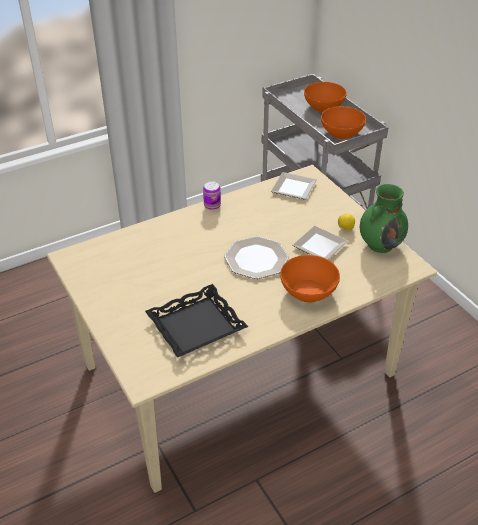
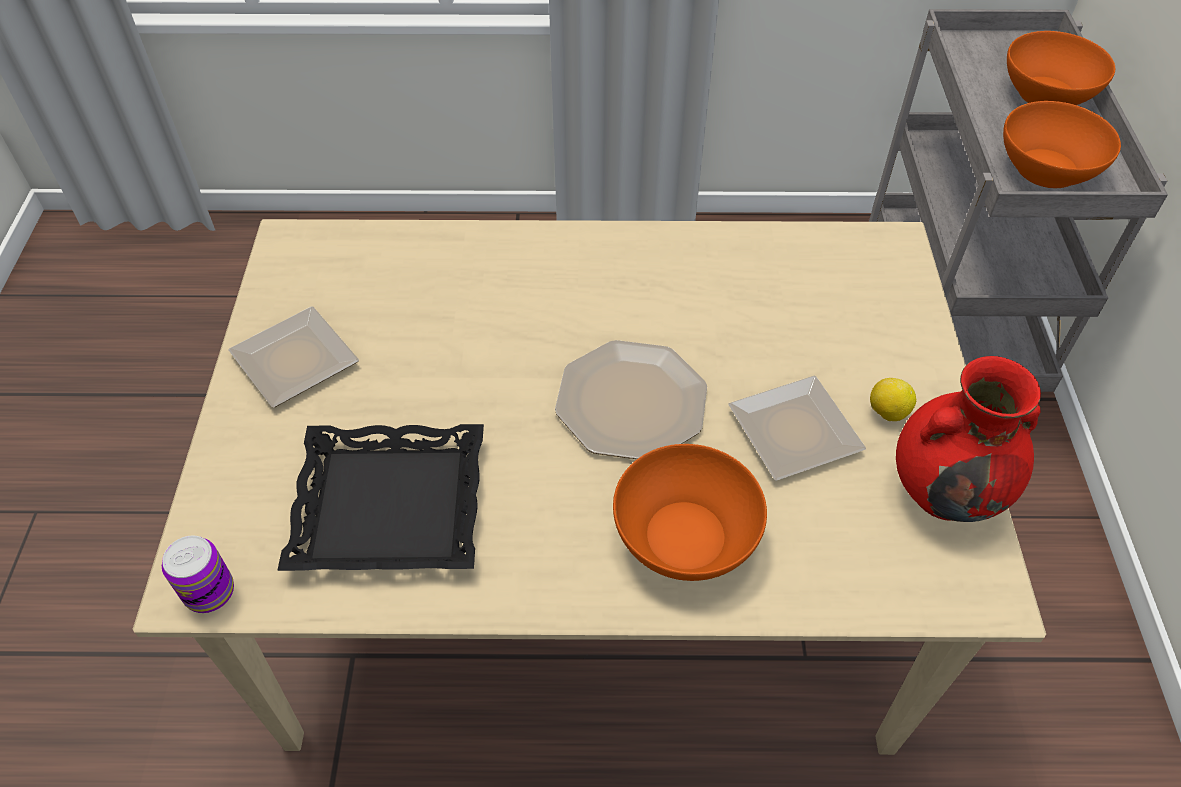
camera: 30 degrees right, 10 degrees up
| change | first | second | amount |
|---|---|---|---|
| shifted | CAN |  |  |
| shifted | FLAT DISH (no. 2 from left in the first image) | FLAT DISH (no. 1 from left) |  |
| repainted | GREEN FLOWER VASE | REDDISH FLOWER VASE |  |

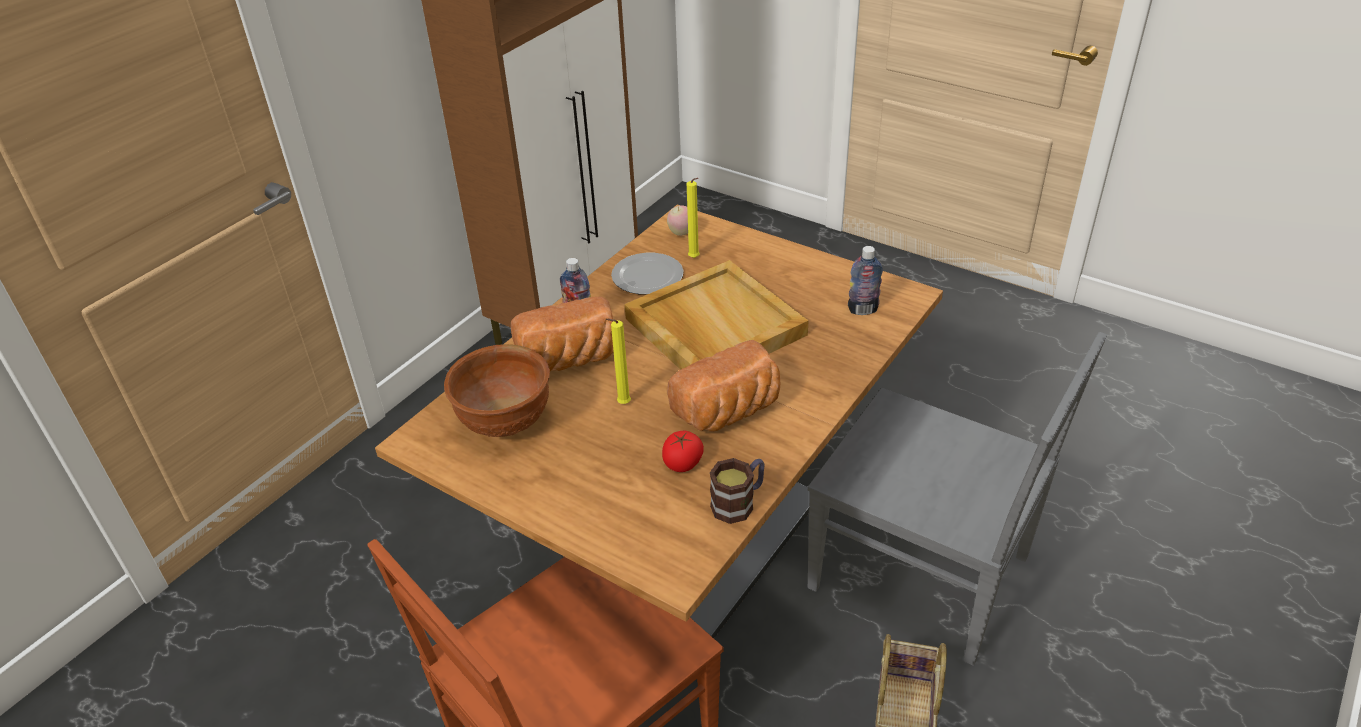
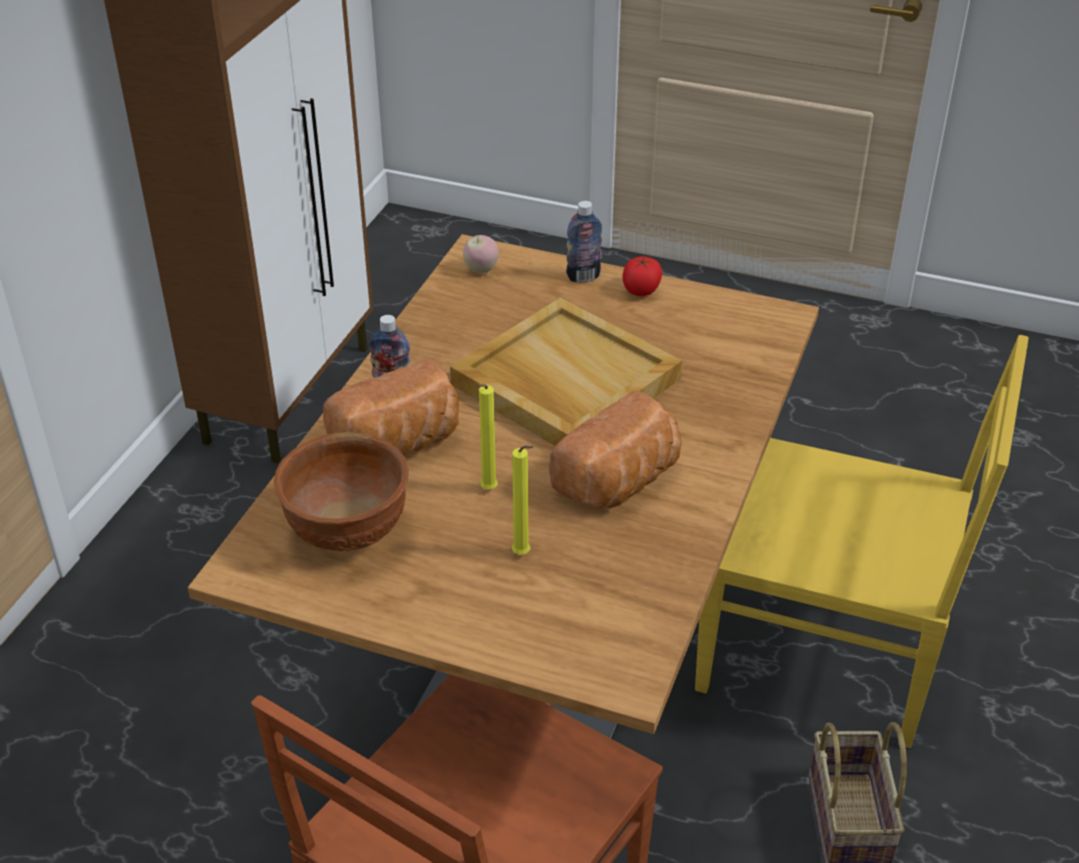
camera: 15 degrees left, 0 degrees up
| change | first | second | amount |
|---|---|---|---|
| gone | FLAT DISH |  |  |
| shifted | TOMATO |  |  |
| shifted | YELLOW-COLOURED CANDLE (no. 2 from left) |  |  |
| gone | MUG |  |  |
| repainted | GREYISH CHAIR | YELLOW-COLOURED CHAIR |  |
| shifted | DRINK BOTTLE (no. 2 from left) |  |  |

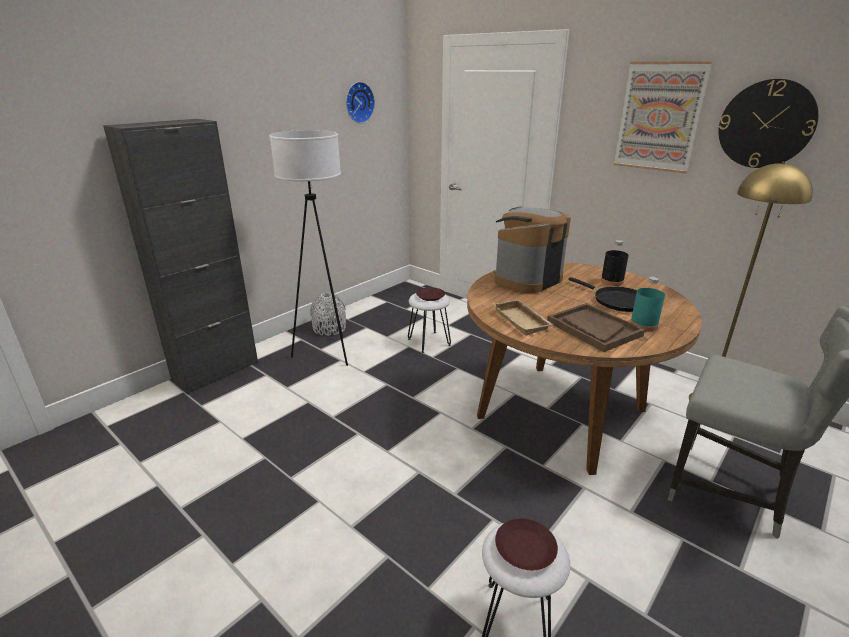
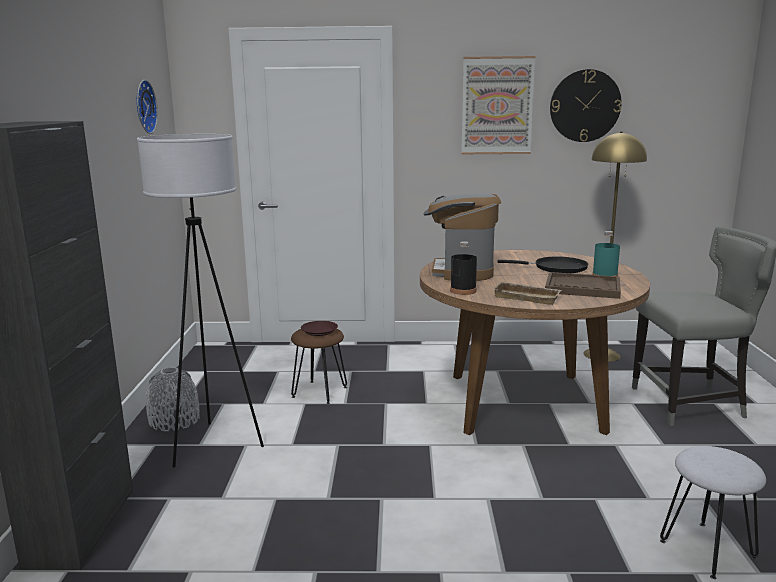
camera: 40 degrees left, 10 degrees down
| change | first | second | amount |
|---|---|---|---|
| repainted | WHITISH STOOL (no. 1 from left) | BROWN STOOL |  |
| gone | BROWN FLAT DISH (no. 2 from left) |  |  |
| shifted | BLACK DRINK BOTTLE |  |  |

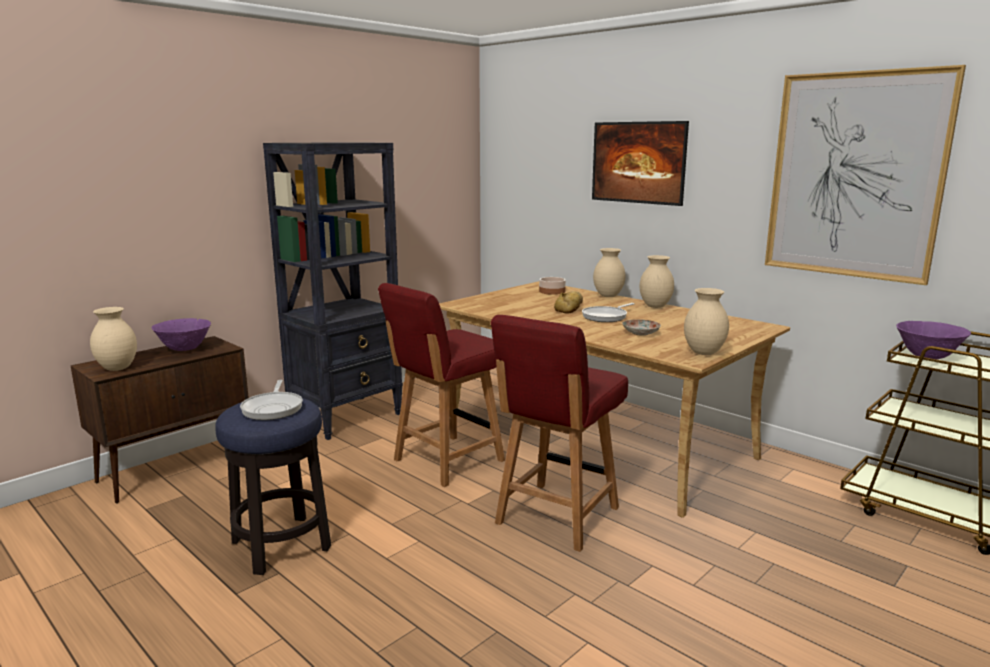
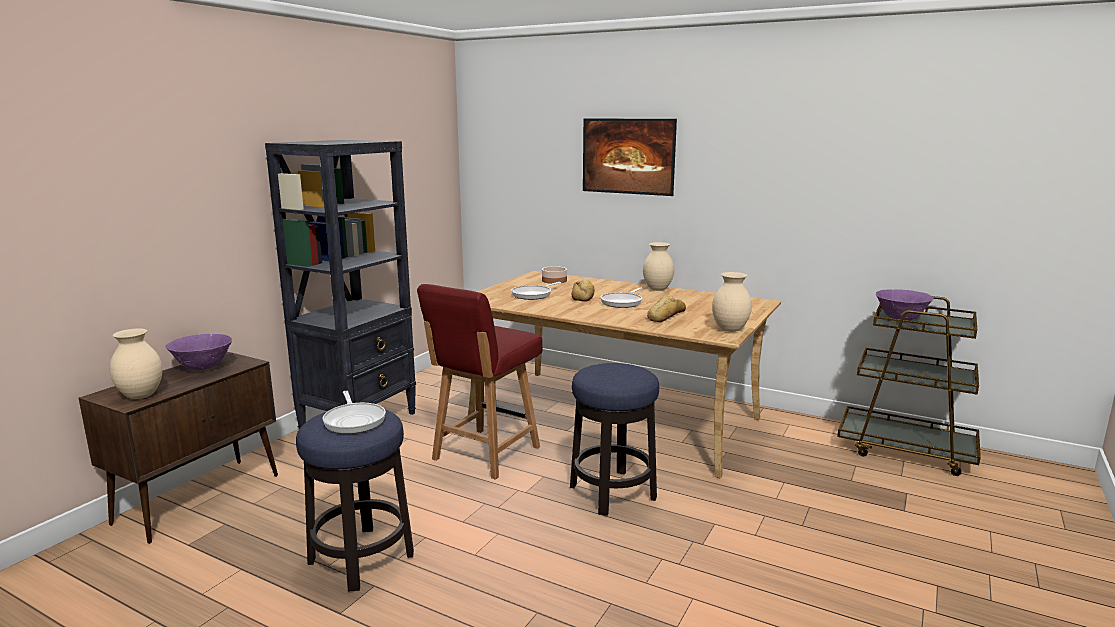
camera: 15 degrees left, 0 degrees up
| change | first | second | amount |
|---|---|---|---|
| swapped | REDDISH CHAIR (no. 2 from left) | STOOL (no. 2 from left) |  |
| gone | SAND-COLOURED FLOWER VASE (no. 2 from left) |  |  |
| swapped | FLAT DISH | BAKERY BREAD (no. 2 from left) |  |
| gone | PICTURE (no. 2 from left) |  |  |
| new |  | SKILLET (no. 2 from left) |  |

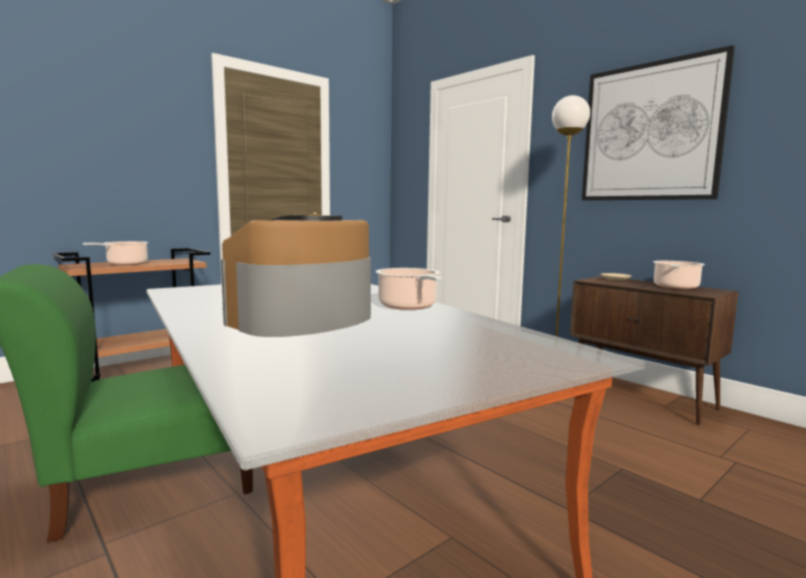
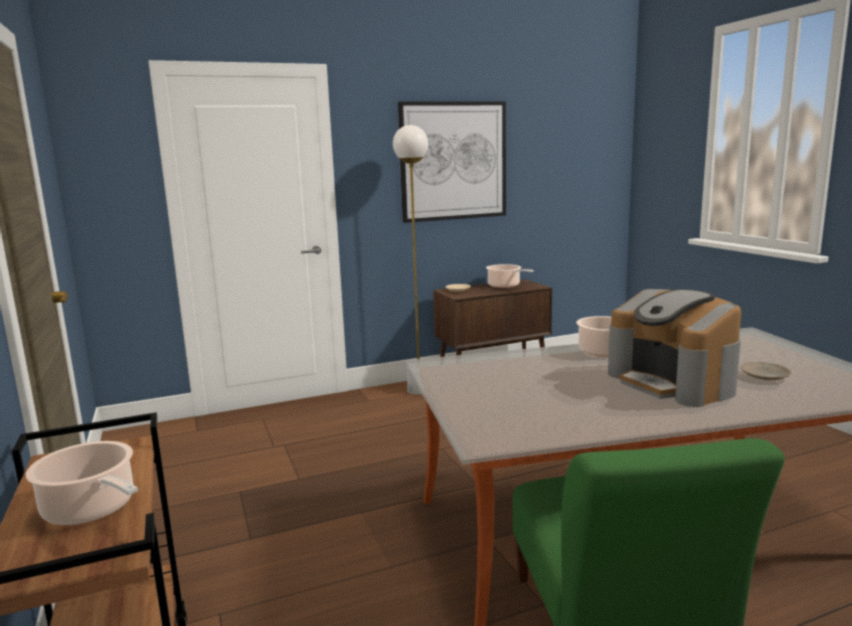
camera: 70 degrees left, 5 degrees up
| change | first | second | amount |
|---|---|---|---|
| new |  | SAND-COLOURED FLAT DISH (no. 2 from left) |  |

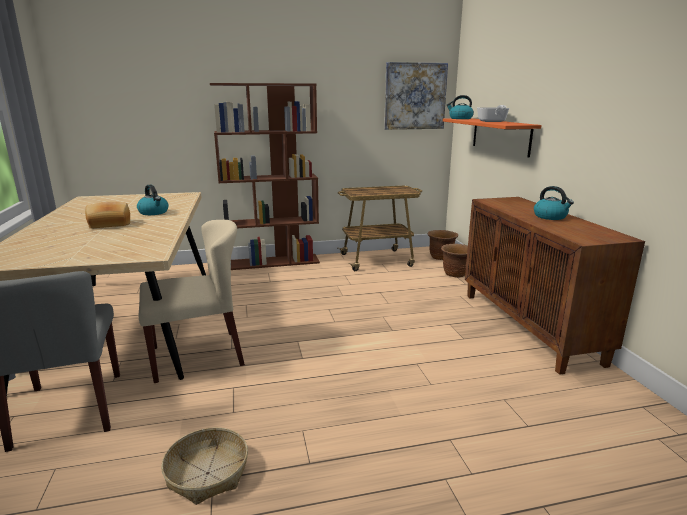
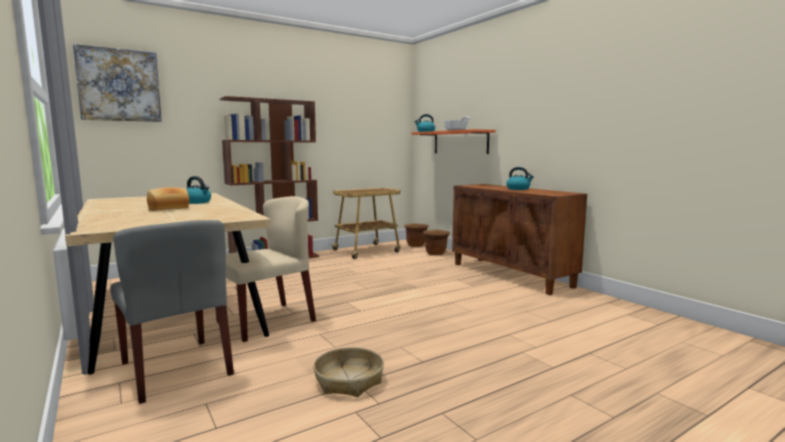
camera: 20 degrees left, 10 degrees down
| change | first | second | amount |
|---|---|---|---|
| shifted | PICTURE |  |  |

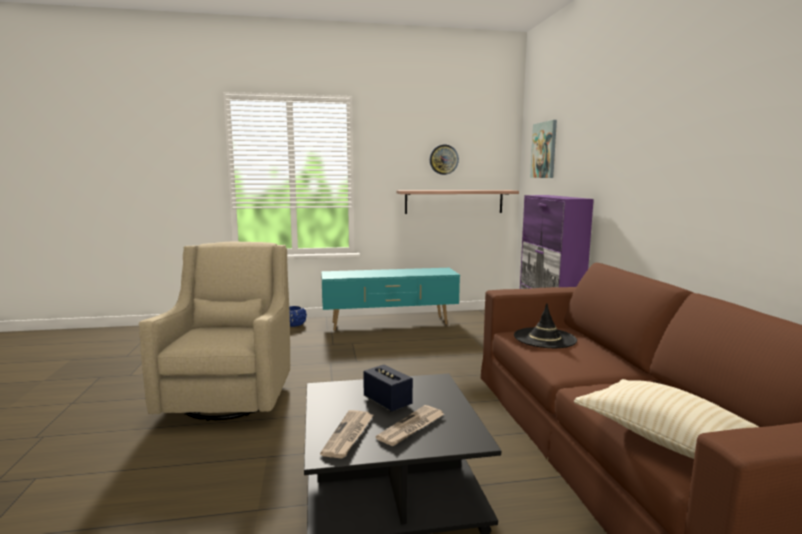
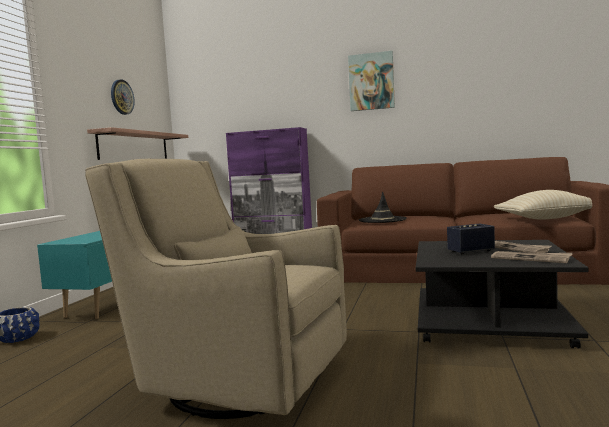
camera: 65 degrees left, 5 degrees down
| change | first | second | amount |
|---|---|---|---|
| shifted | PICTURE |  |  |

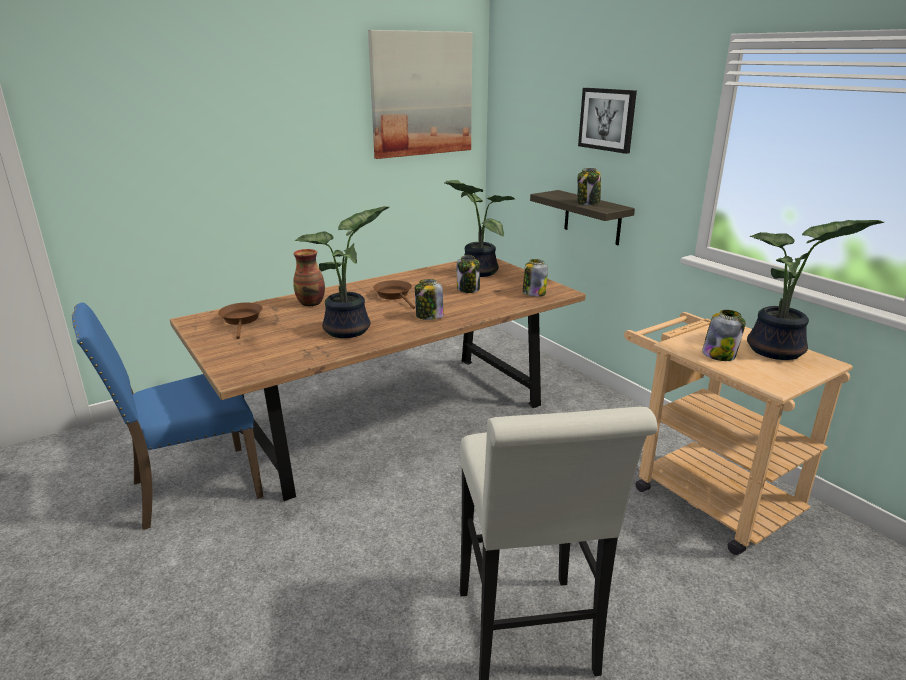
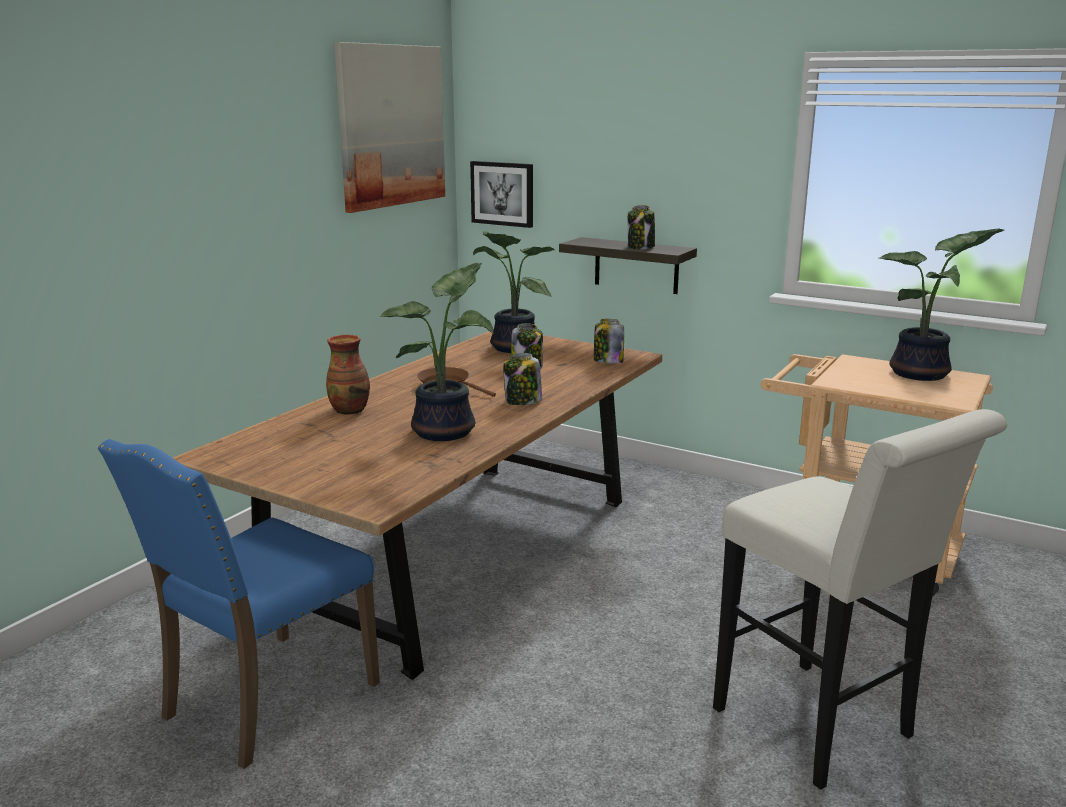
camera: 25 degrees left, 5 degrees down
| change | first | second | amount |
|---|---|---|---|
| gone | BROWN SKILLET (no. 1 from left) |  |  |
| shifted | PICTURE (no. 2 from left) |  |  |
| gone | PRESERVE JAR (no. 5 from left) |  |  |

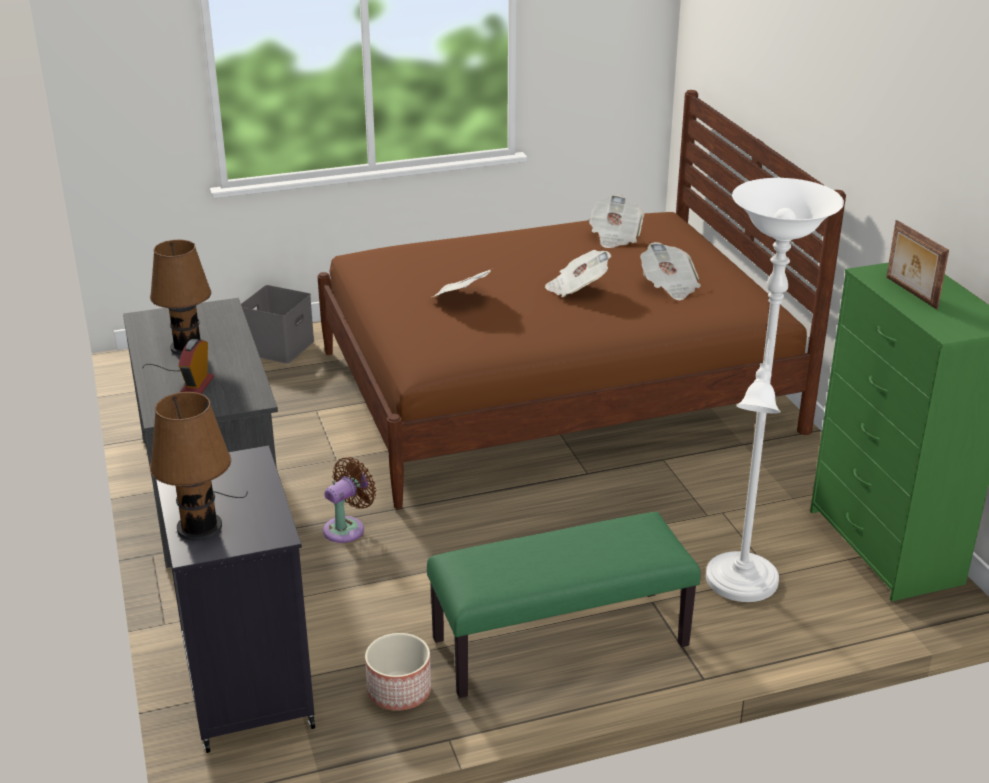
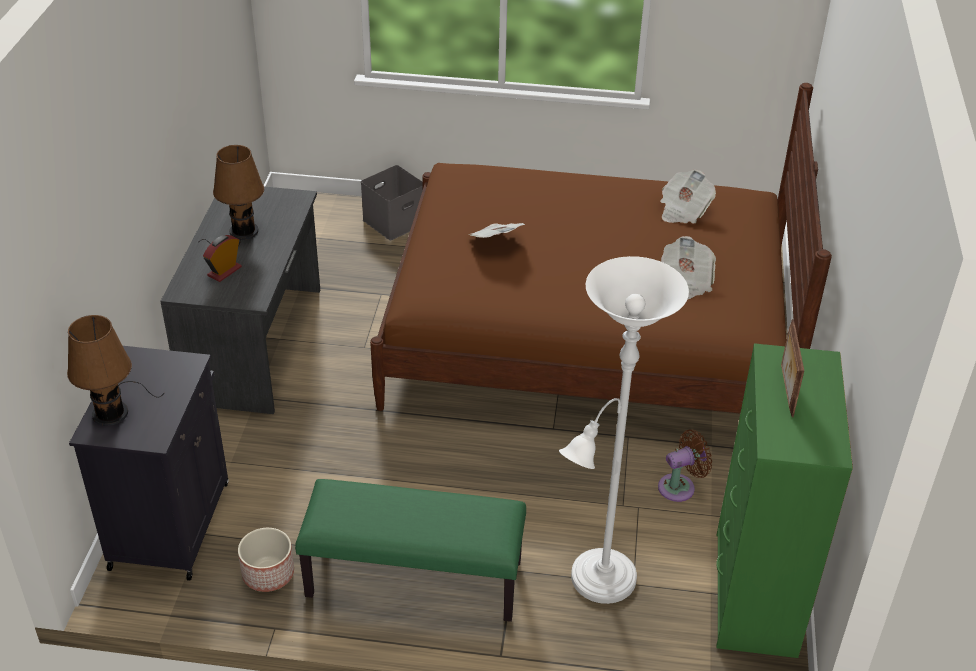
camera: 25 degrees right, 10 degrees up
| change | first | second | amount |
|---|---|---|---|
| shifted | BROWN ELECTRIC FAN |  |  |
| gone | NEWSPAPER (no. 2 from left) |  |  |

